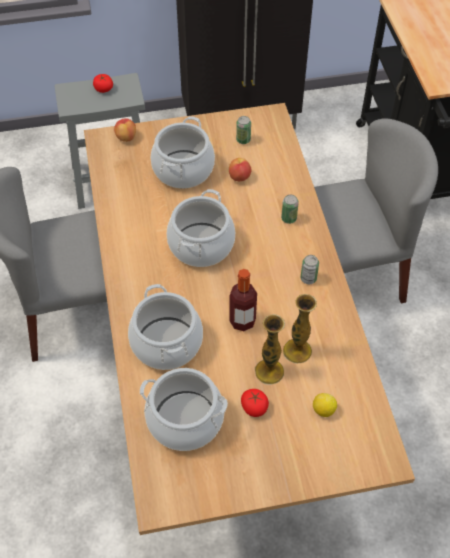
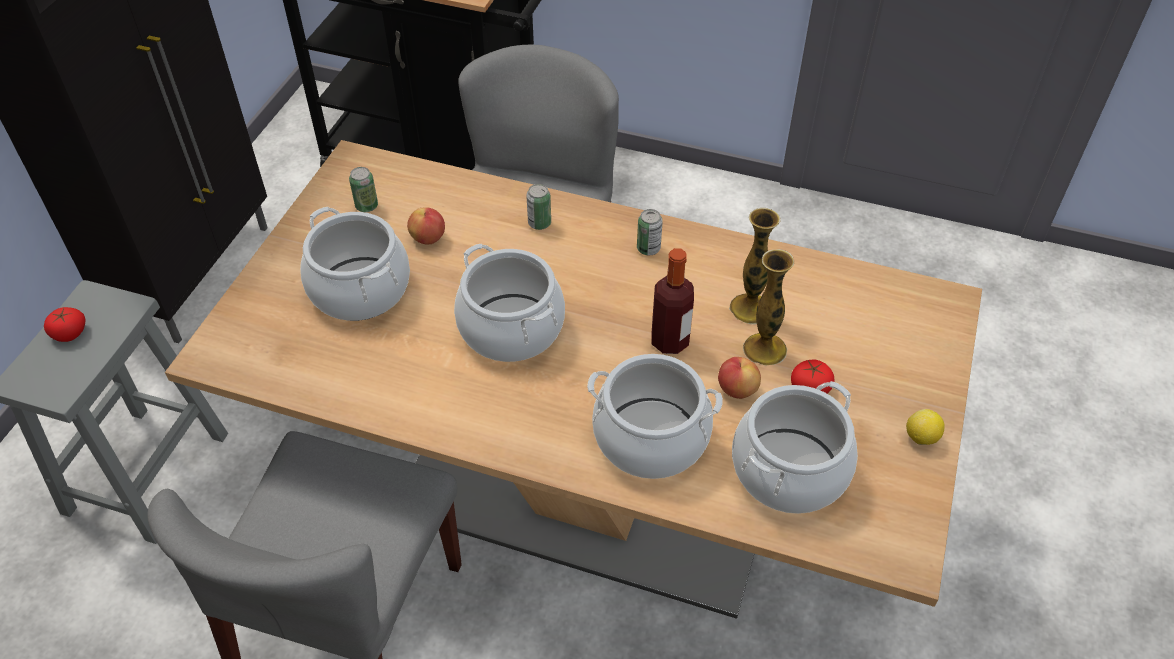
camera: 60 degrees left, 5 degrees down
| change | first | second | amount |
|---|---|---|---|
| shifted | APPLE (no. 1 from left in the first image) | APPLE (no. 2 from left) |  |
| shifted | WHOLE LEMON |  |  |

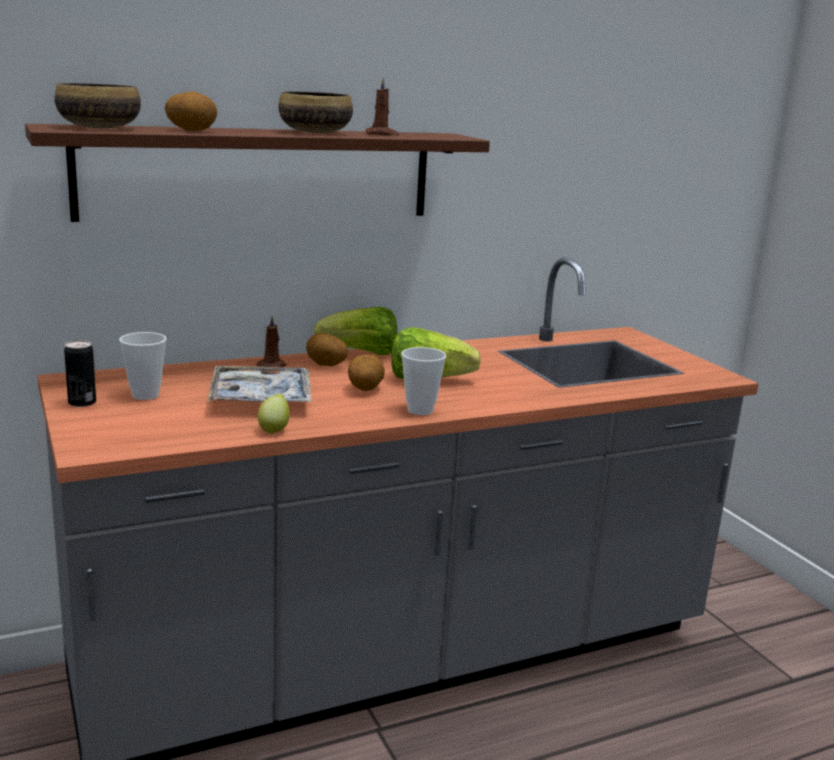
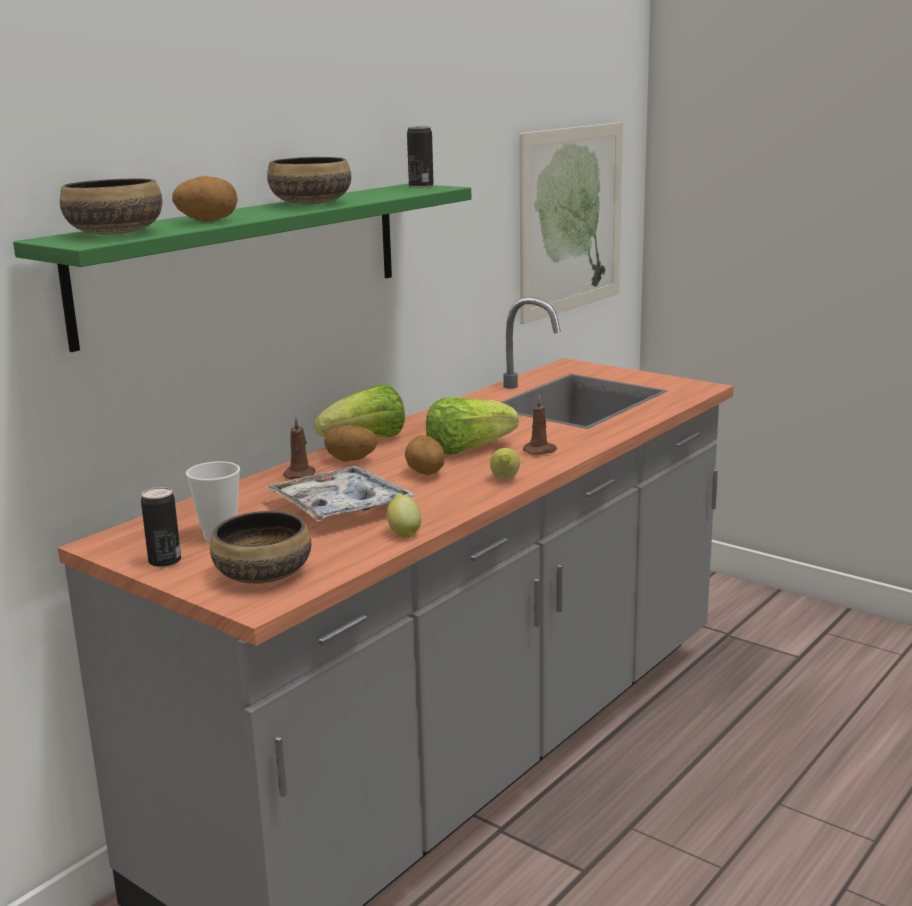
camera: 25 degrees left, 0 degrees up
| change | first | second | amount |
|---|---|---|---|
| repainted | BROWN SHELF | GREEN SHELF |  |
| shifted | BROWN CANDLE (no. 2 from left) |  |  |
| swapped | CUP (no. 2 from left) | WHOLE LEMON (no. 2 from left) |  |
| new |  | DEEP DISH (no. 2 from left) |  |
| new |  | CAN (no. 2 from left) |  |
| new |  | PICTURE |  |

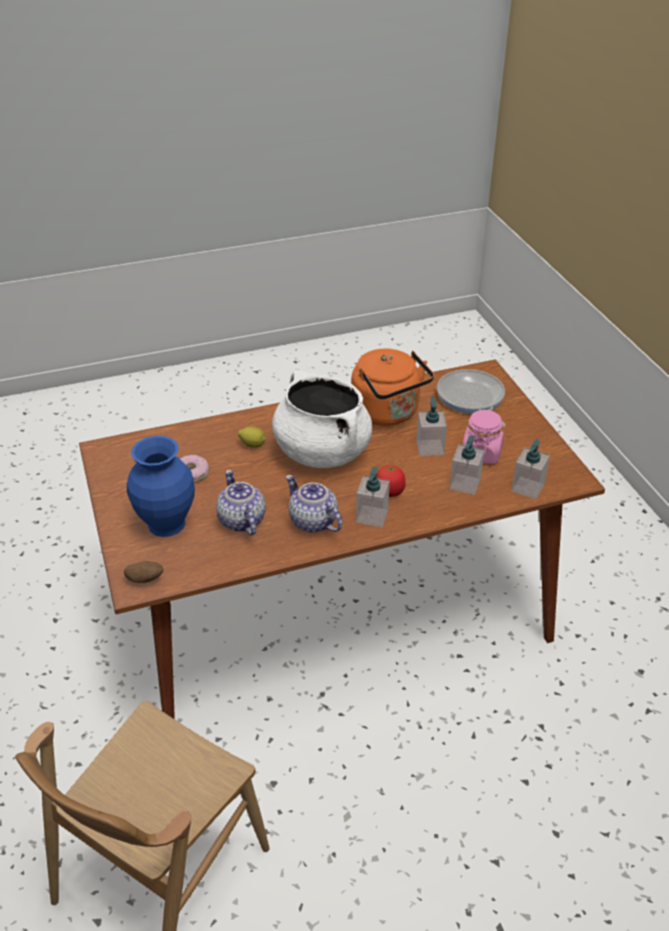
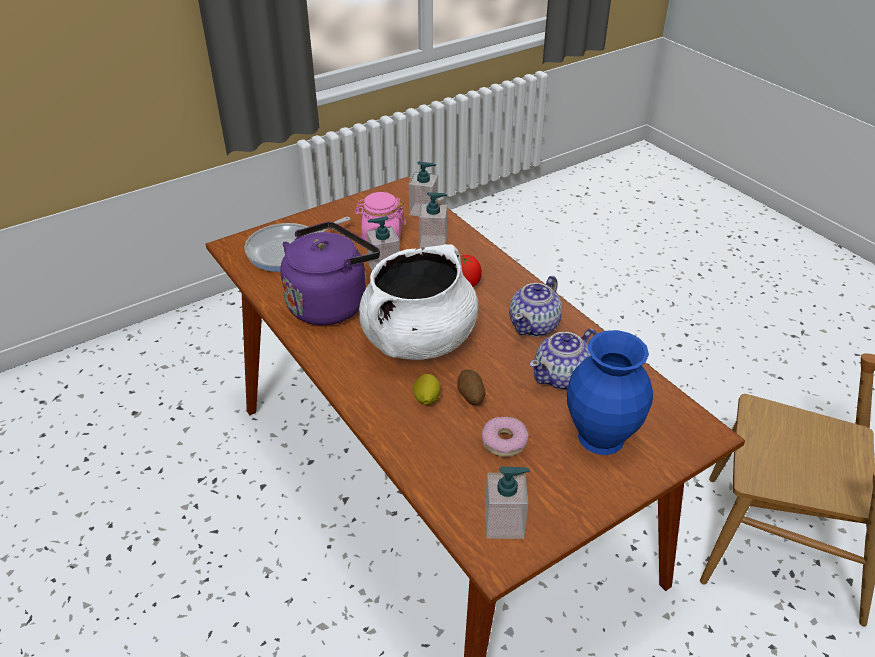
camera: 105 degrees left, 0 degrees up
| change | first | second | amount |
|---|---|---|---|
| shifted | WHOLE POTATO |  |  |
| repainted | ORANGE-COLOURED TEA KETTLE | PURPLE-COLOURED TEA KETTLE |  |
| shifted | SOAP BOTTLE (no. 1 from left in the first image) | SOAP BOTTLE (no. 4 from left) |  |

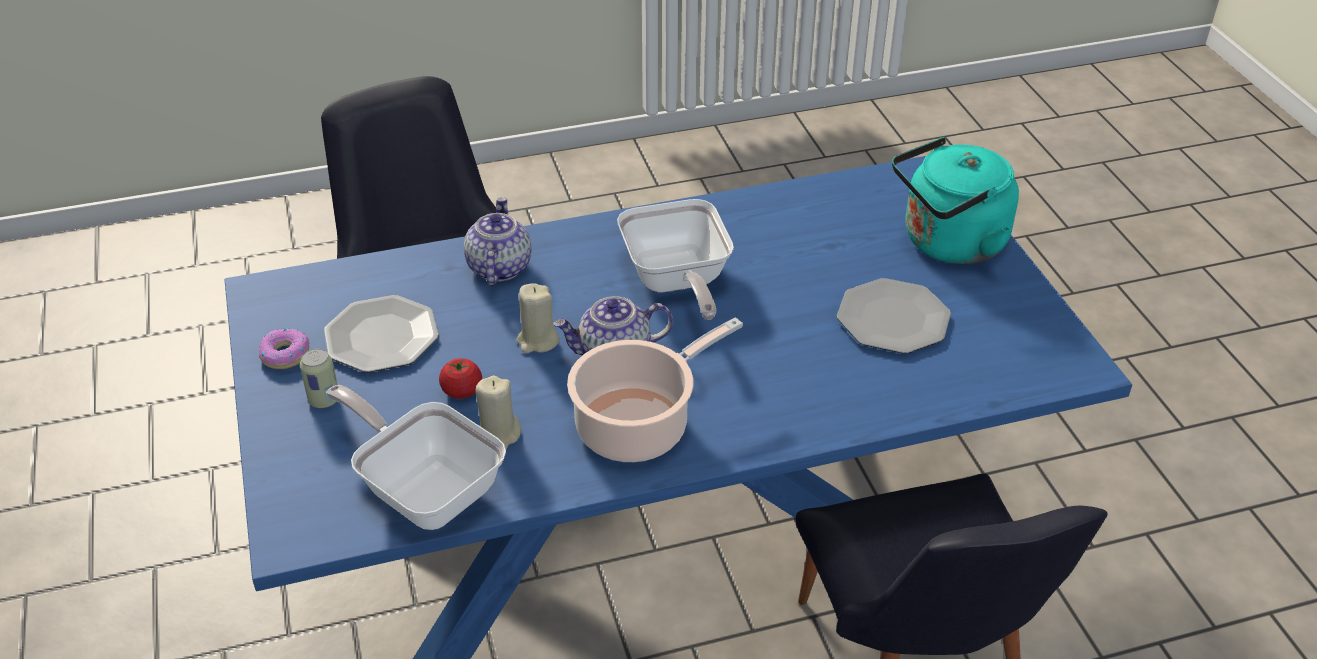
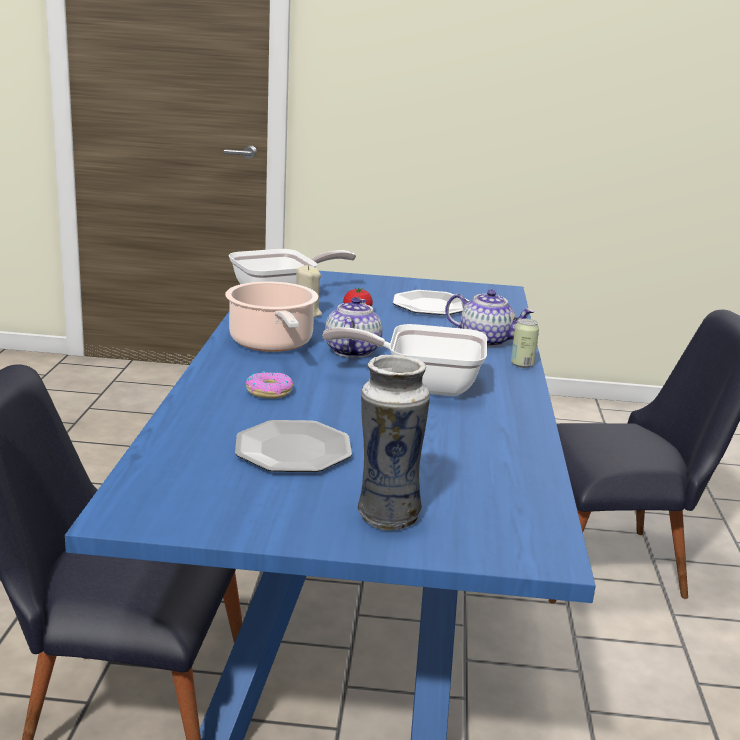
camera: 110 degrees right, 20 degrees down
| change | first | second | amount |
|---|---|---|---|
| shifted | DOUGHNUT |  |  |
| shifted | CAN |  |  |
| gone | SAND-COLOURED CANDLE (no. 2 from left) |  |  |
| swapped | TURQUOISE TEA KETTLE | FLOWER VASE |  |

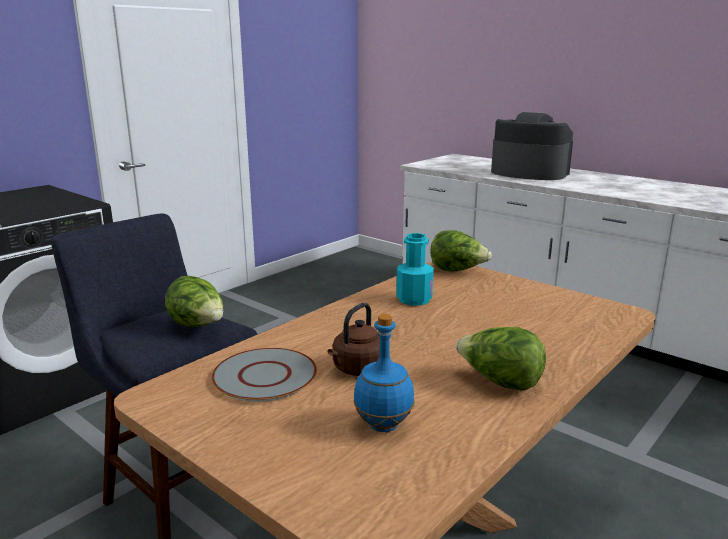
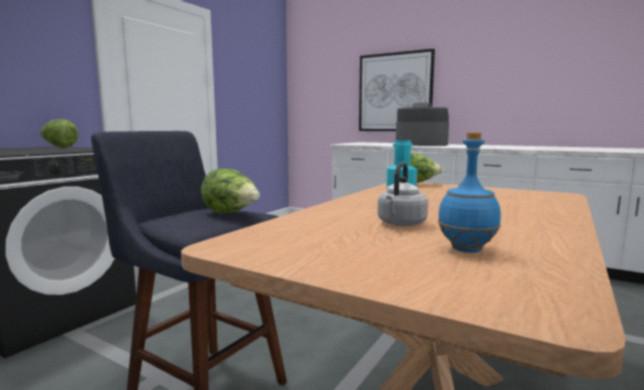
camera: 10 degrees left, 10 degrees down
| change | first | second | amount |
|---|---|---|---|
| gone | GREYISH FLAT DISH |  |  |
| repainted | BROWN TEA KETTLE | GREYISH TEA KETTLE |  |
| shifted | HEAD OF LETTUCE (no. 3 from left in the first image) | HEAD OF LETTUCE (no. 1 from left) |  |
| new |  | PICTURE |  |

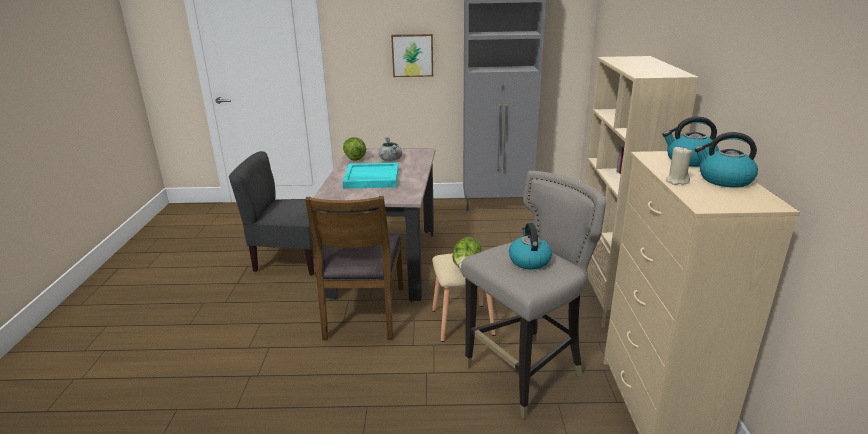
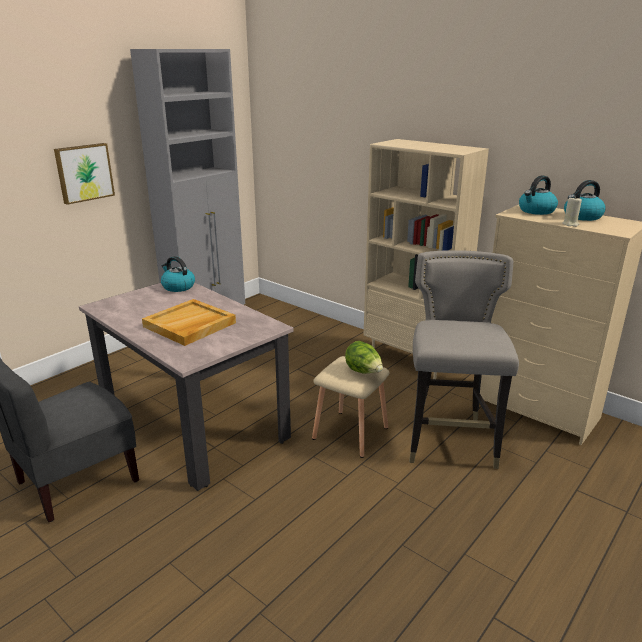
camera: 50 degrees left, 0 degrees up
| change | first | second | amount |
|---|---|---|---|
| gone | BROWN CHAIR |  |  |
| repainted | TURQUOISE CARRYING TRAY | SAND-COLOURED CARRYING TRAY |  |
| gone | HEAD OF LETTUCE (no. 1 from left) |  |  |
| gone | GREYISH SAUCEPOT |  |  |
| shifted | TEA KETTLE (no. 1 from left) |  |  |

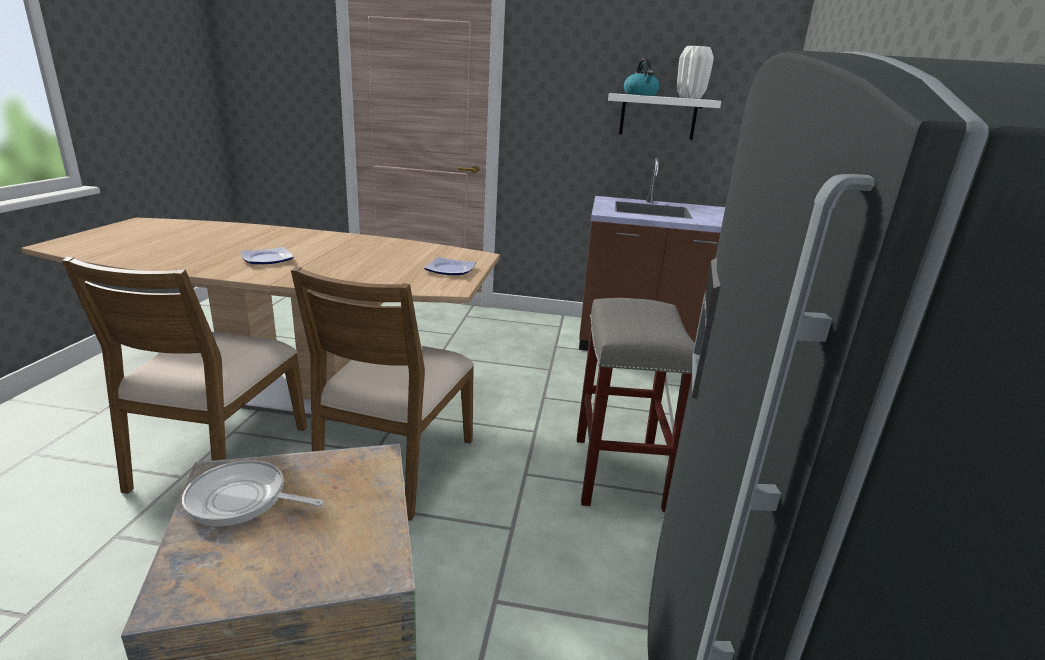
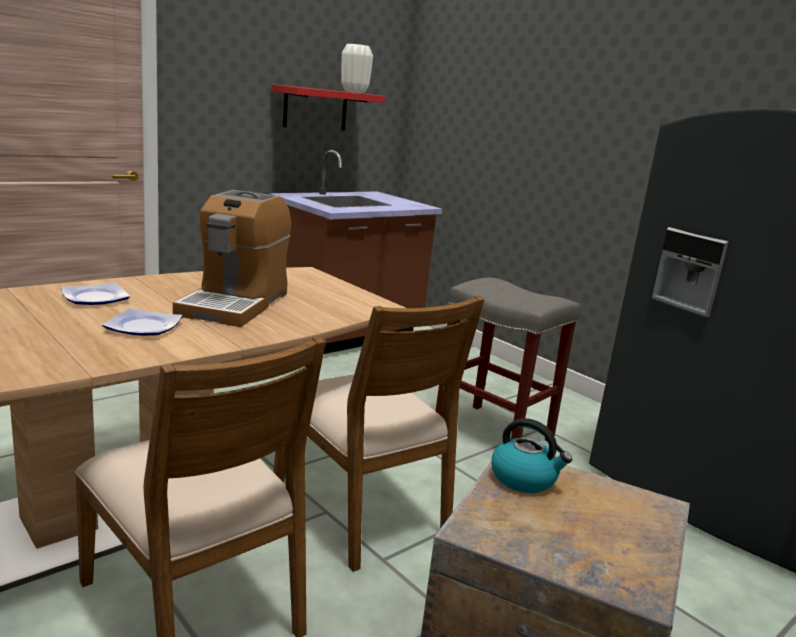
camera: 50 degrees left, 5 degrees down
| change | first | second | amount |
|---|---|---|---|
| gone | SKILLET |  |  |
| shifted | FLAT DISH (no. 2 from left in the first image) | FLAT DISH (no. 1 from left) |  |
| repainted | WHITISH SHELF | REDDISH SHELF |  |
| shifted | TEA KETTLE |  |  |
| new |  | COFFEE MAKER |  |

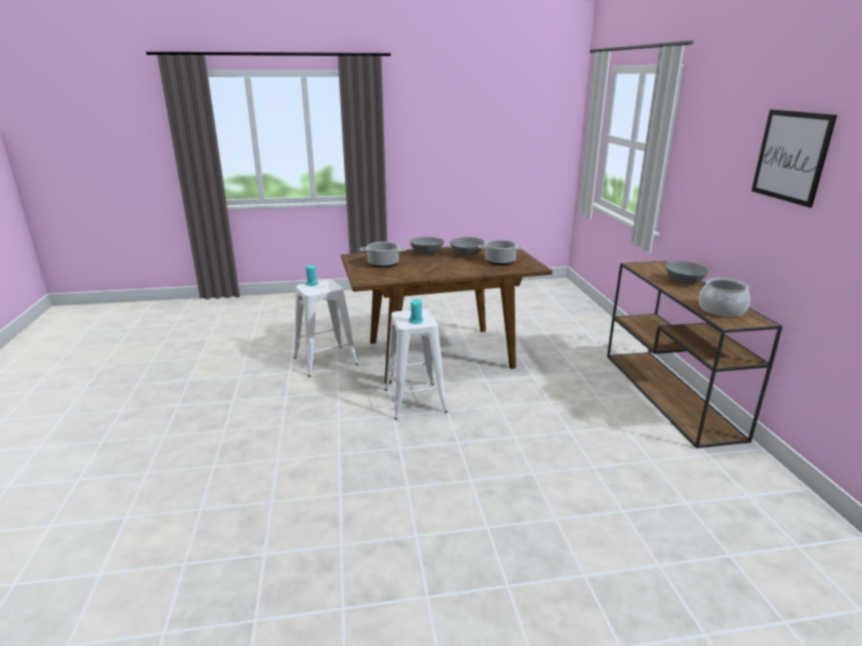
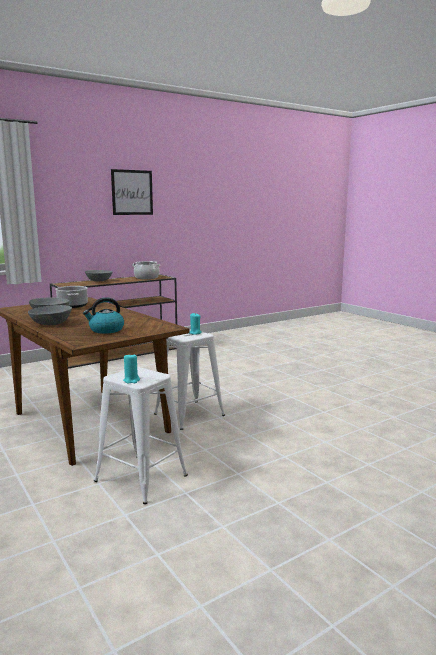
camera: 115 degrees left, 10 degrees down
| change | first | second | amount |
|---|---|---|---|
| swapped | SAUCEPOT (no. 1 from left) | TEA KETTLE |  |

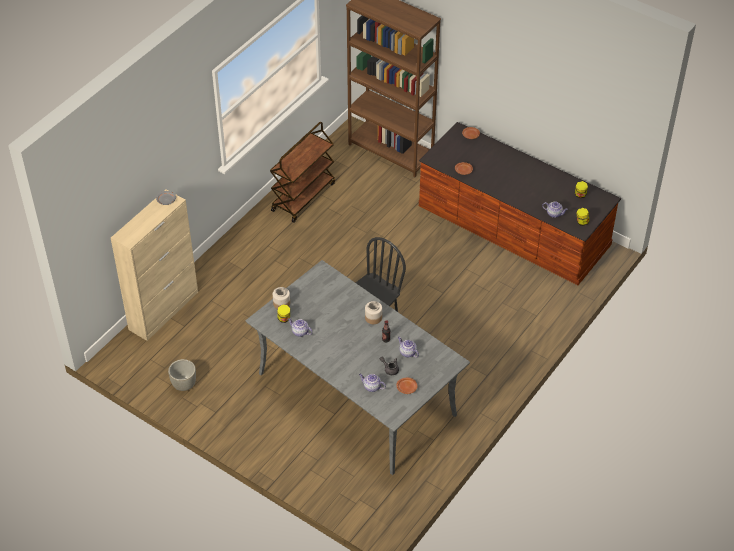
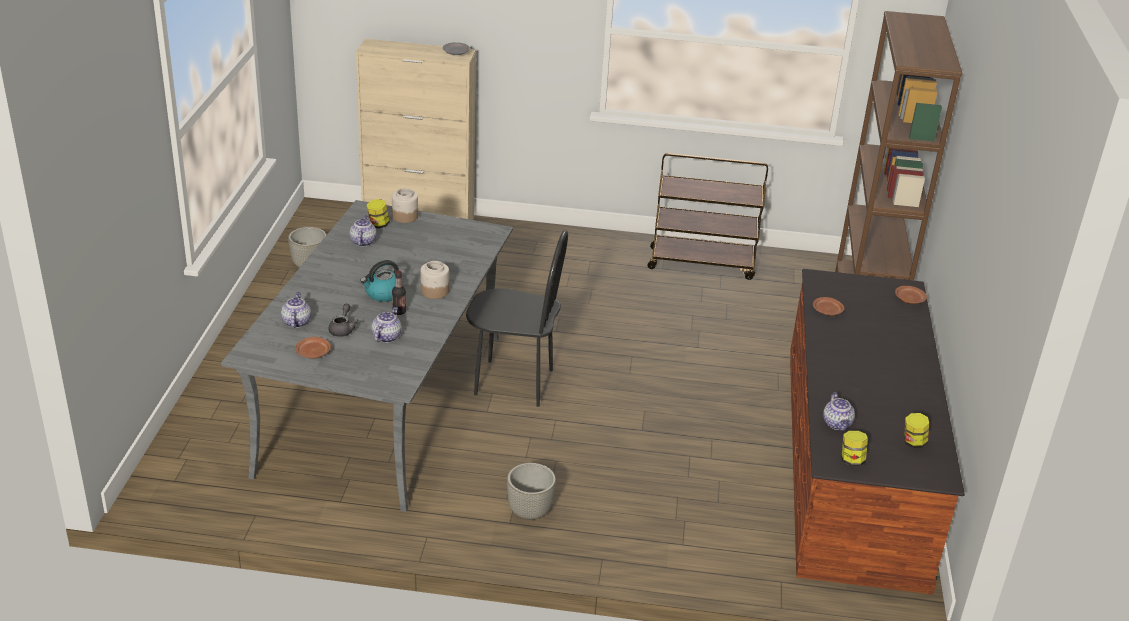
camera: 60 degrees right, 15 degrees down
| change | first | second | amount |
|---|---|---|---|
| new |  | TEA KETTLE |  |
| new |  | GREYISH FLOWER POT (no. 2 from left) |  |

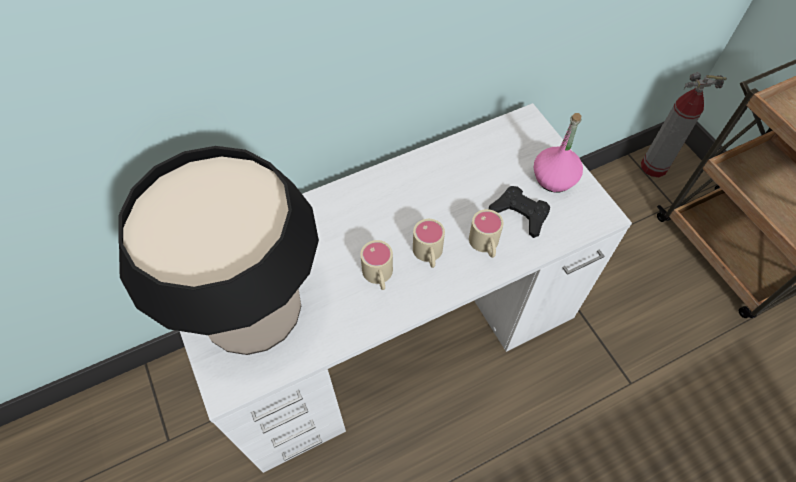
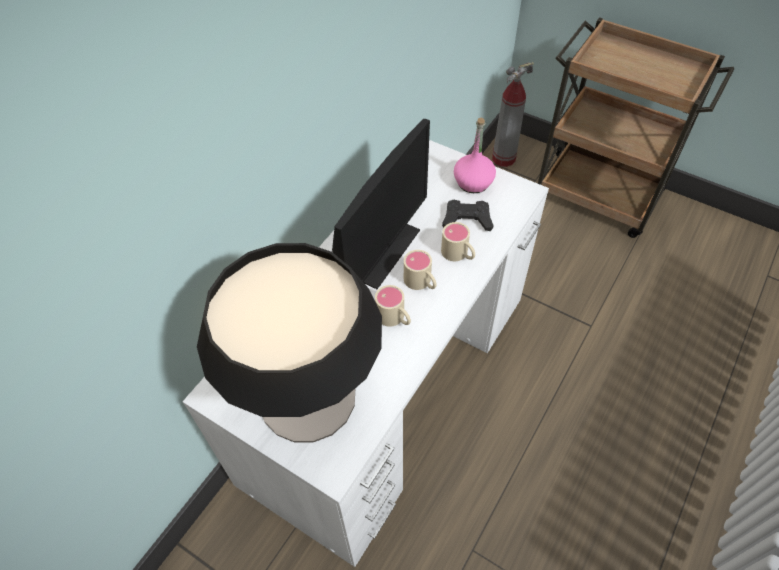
camera: 30 degrees left, 5 degrees down
| change | first | second | amount |
|---|---|---|---|
| new |  | COMPUTER DISPLAY |  |

